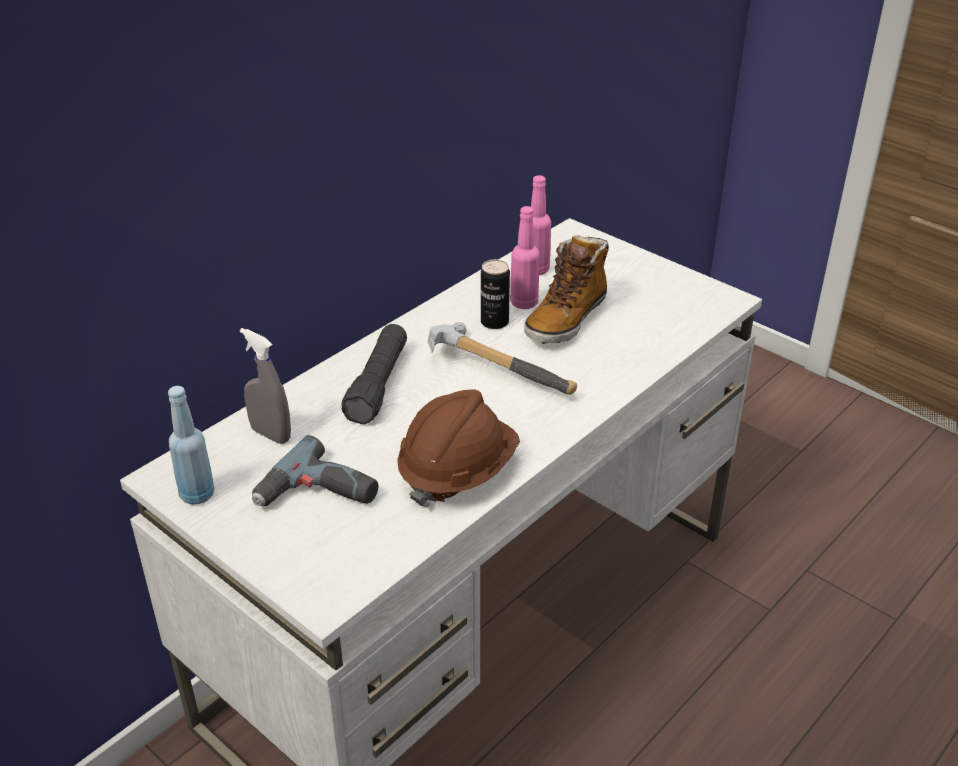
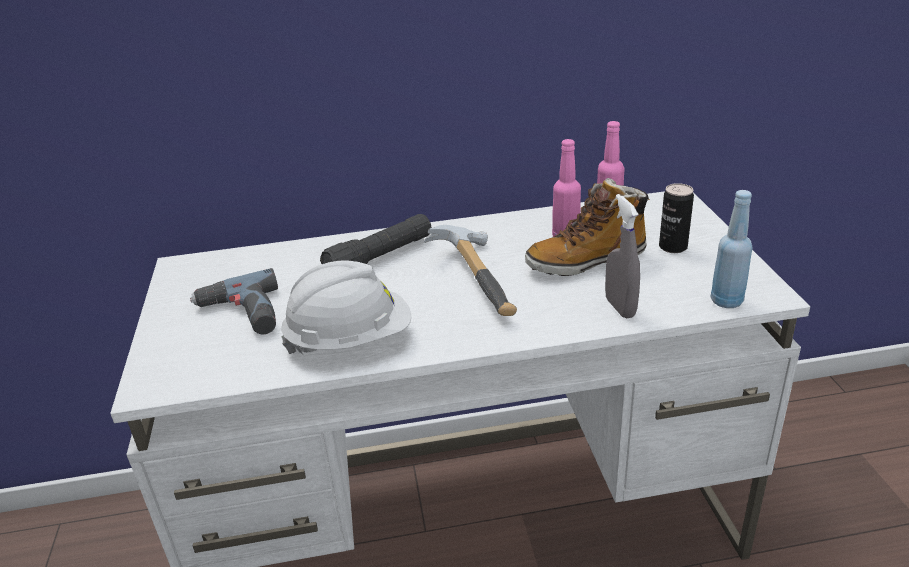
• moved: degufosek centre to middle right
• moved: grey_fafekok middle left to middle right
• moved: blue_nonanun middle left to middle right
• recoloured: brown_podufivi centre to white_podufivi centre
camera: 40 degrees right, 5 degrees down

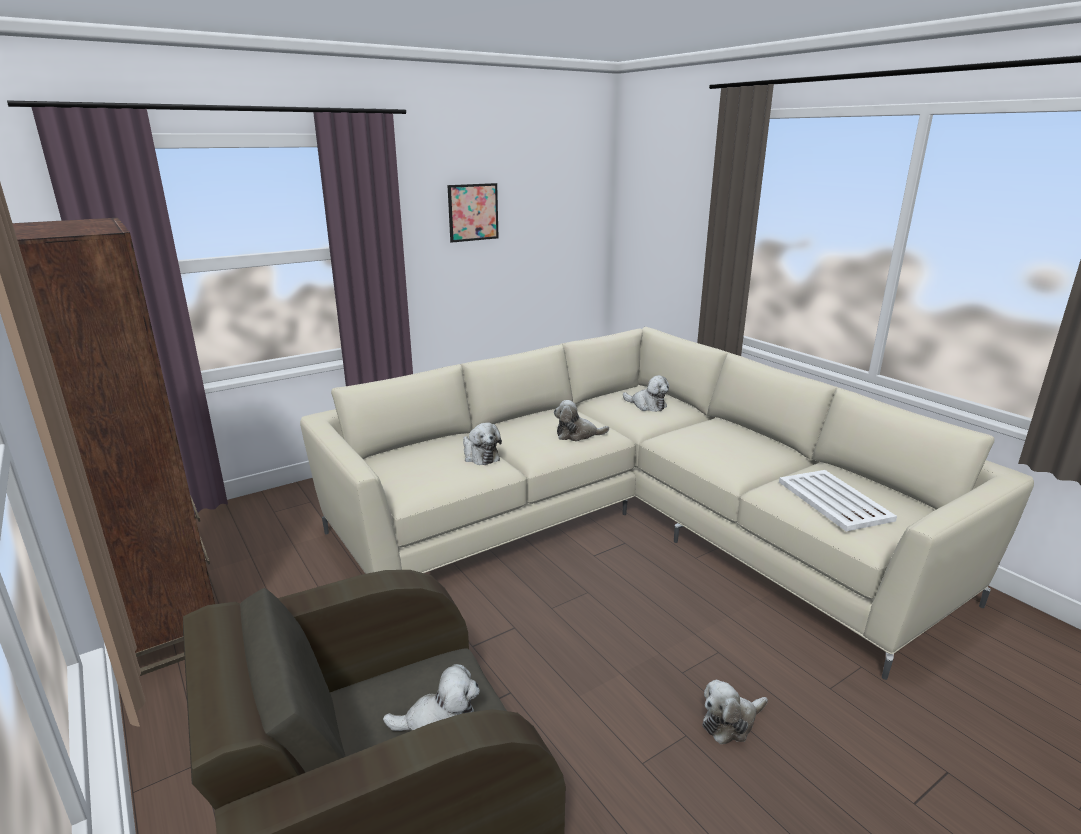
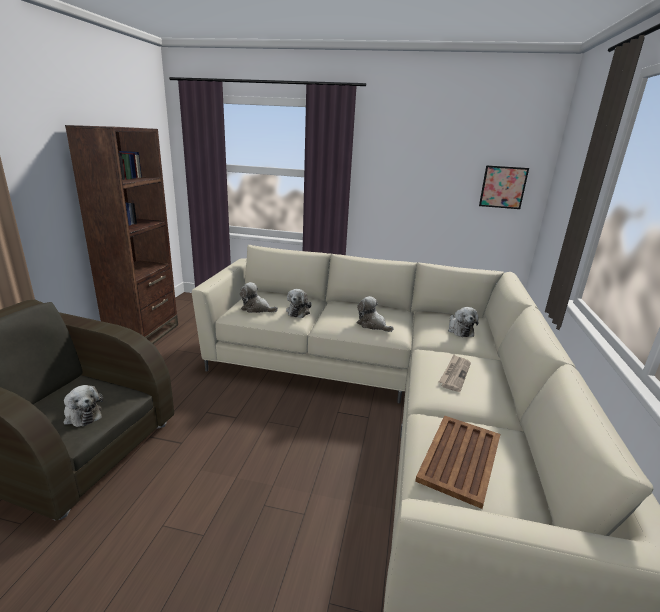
• moved: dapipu top centre to top right
• recoloured: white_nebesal middle right to brown_nebesal bottom right
• moved: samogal (5th from left in the first image) bottom right to samogal (2nd from left) centre
• added: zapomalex middle right
camera: 45 degrees right, 0 degrees up

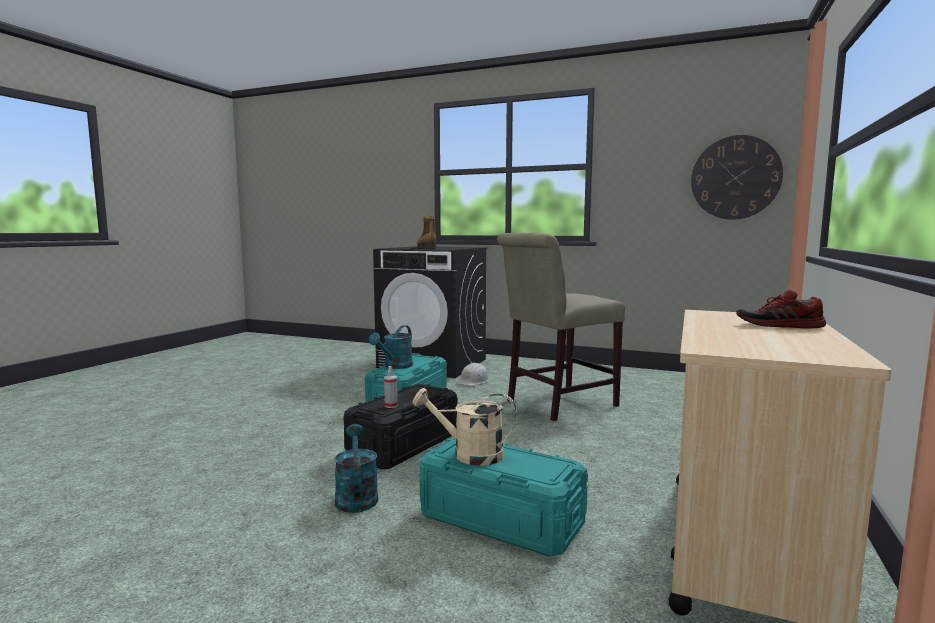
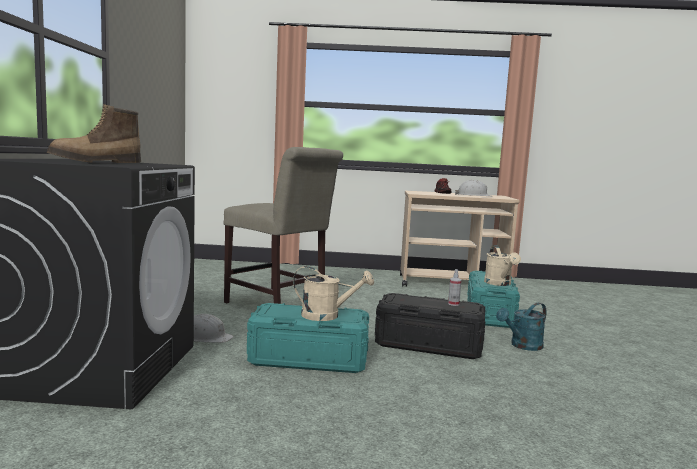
• removed: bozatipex top right
• recoloured: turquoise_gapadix (2nd from left) centre to beige_gapadix (1st from left) centre
• added: white_podufivi (2nd from left) middle right
camera: 110 degrees left, 0 degrees up

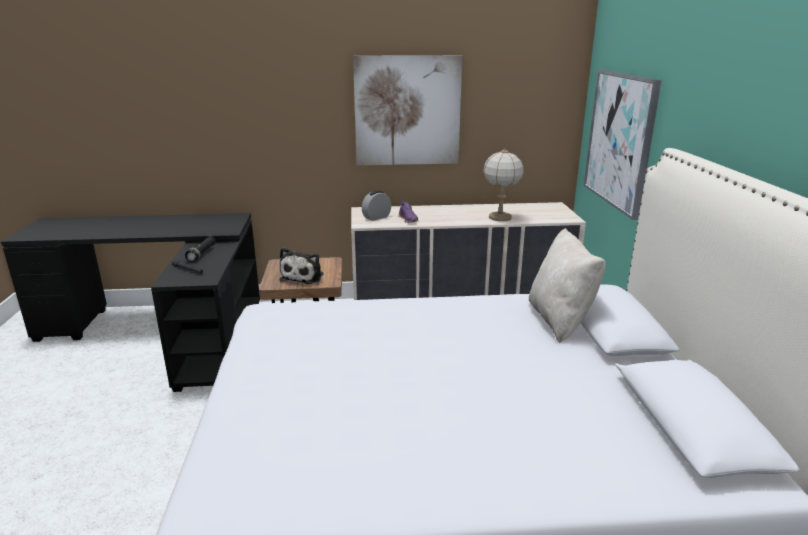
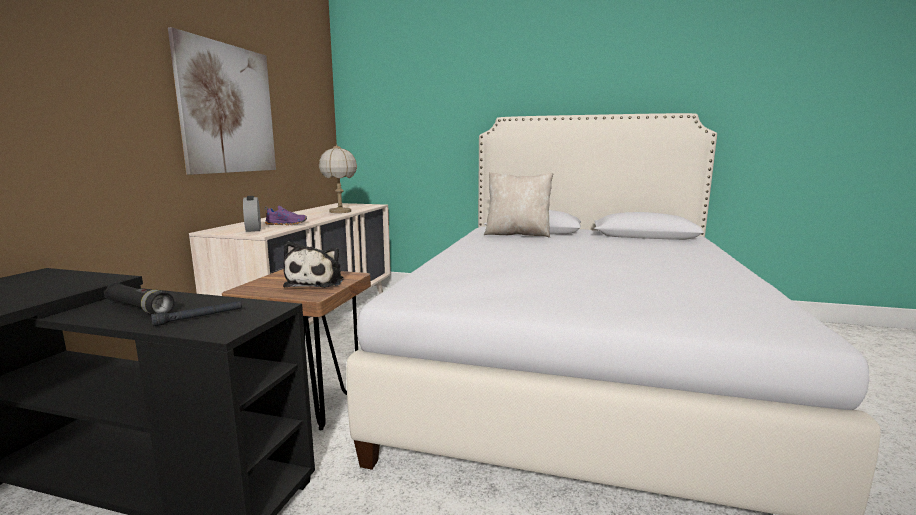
• removed: dapipu (2nd from left) top right
• turned: samogal centre = centre 60 degrees clockwise
camera: 70 degrees left, 10 degrees down

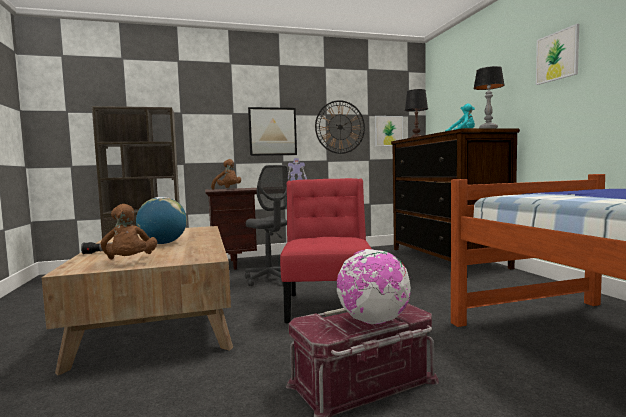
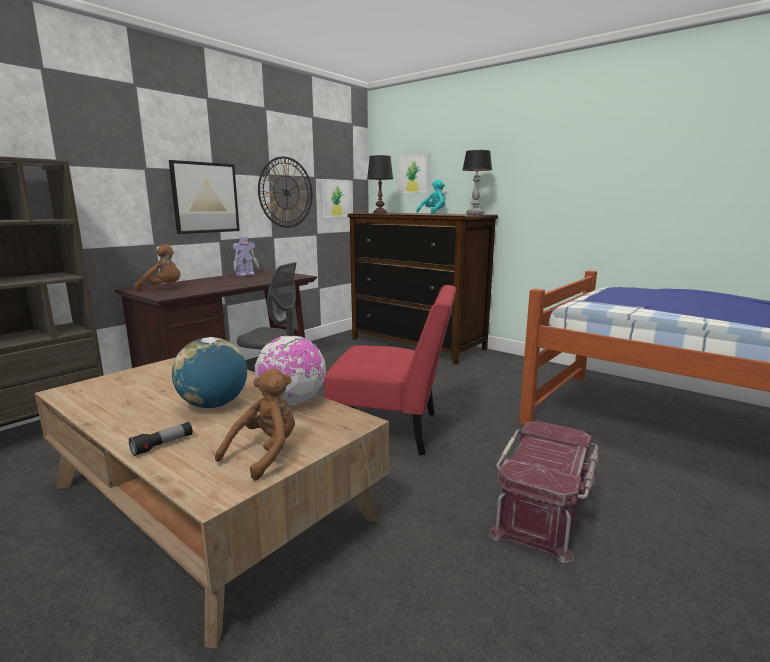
• moved: dapipu (3rd from left) top right to top centre
• turned: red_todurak centre = centre 135 degrees clockwise
• turned: brown_samogal (1st from left in the first image) middle left = middle left 90 degrees counterclockwise
• moved: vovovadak (2nd from left) bottom centre to centre
camera: 35 degrees left, 10 degrees up

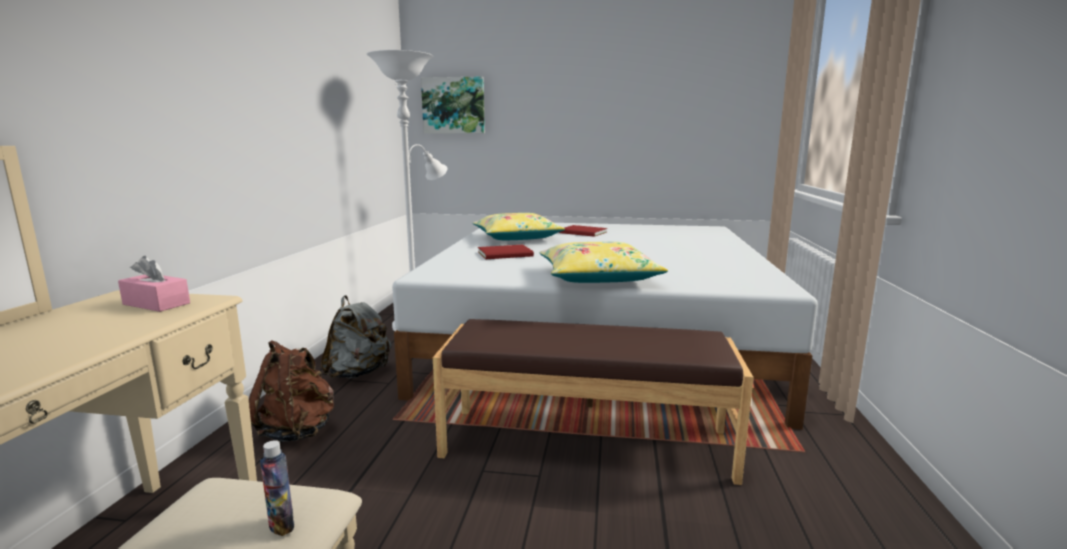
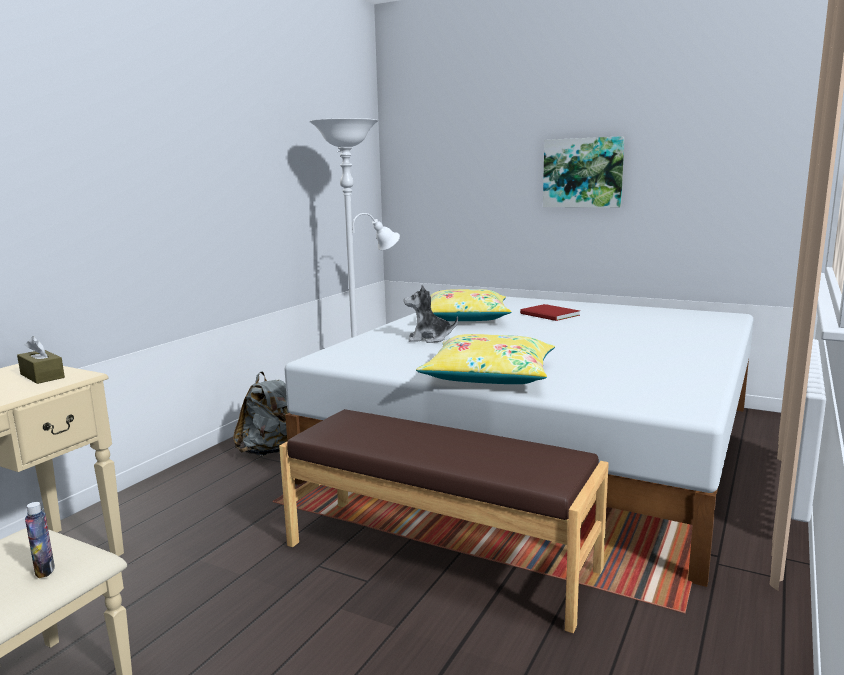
• moved: dapipu top centre to top right
• replaced: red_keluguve (1st from left) centre to samogal centre
• recoloured: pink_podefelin middle left to brown_podefelin middle left
• removed: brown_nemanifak bottom left
camera: 20 degrees right, 0 degrees up

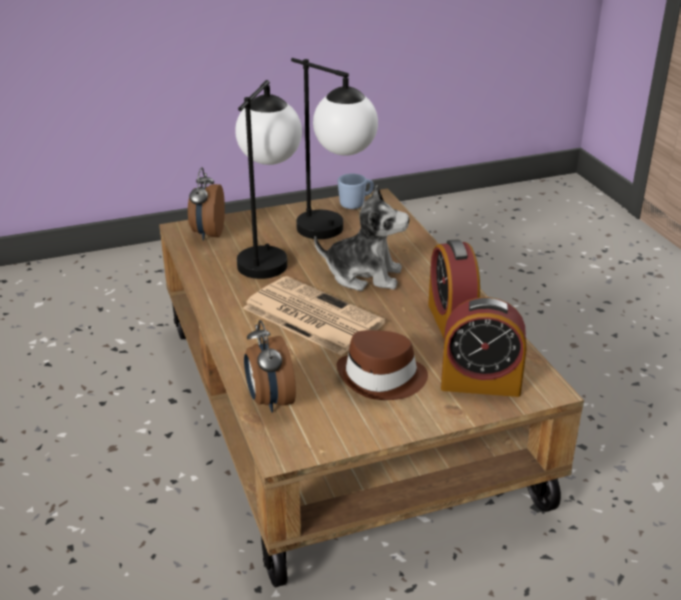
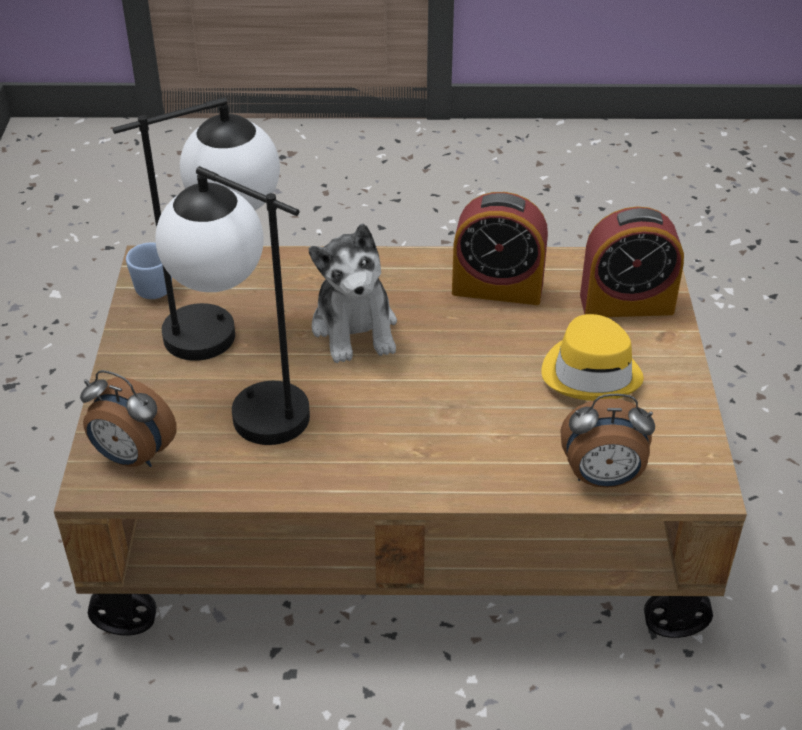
• turned: samogal centre = centre 135 degrees clockwise
• removed: zapomalex centre
• turned: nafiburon (4th from left) middle right = middle right 60 degrees clockwise
• recoloured: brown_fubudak centre to yellow_fubudak middle right
camera: 70 degrees left, 10 degrees up

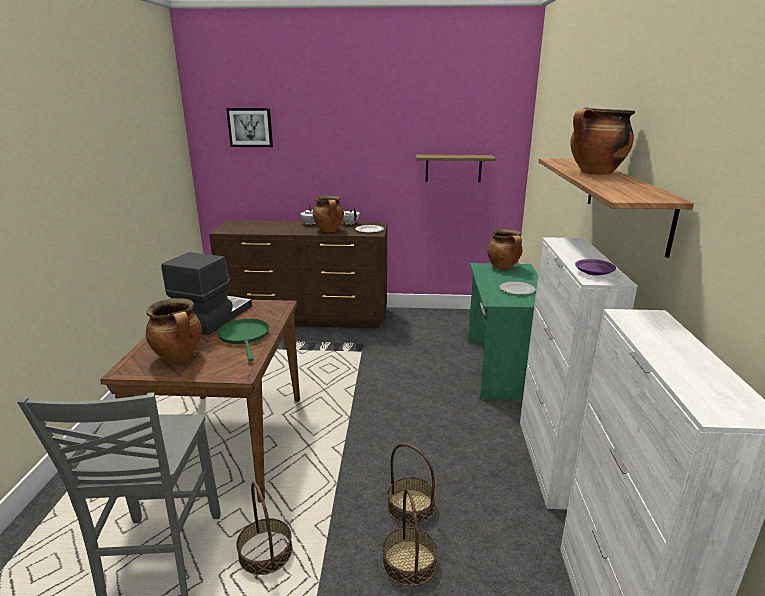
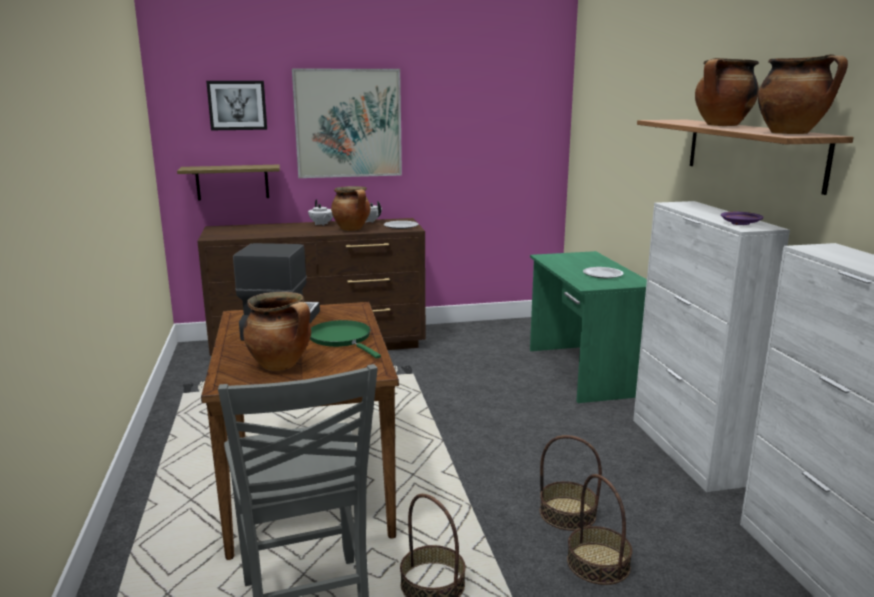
• moved: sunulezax (1st from left) top centre to top left
• moved: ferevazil (3rd from left in the first image) centre to ferevazil (4th from left) top right
• added: dapipu (2nd from left) top centre
camera: 15 degrees left, 5 degrees down

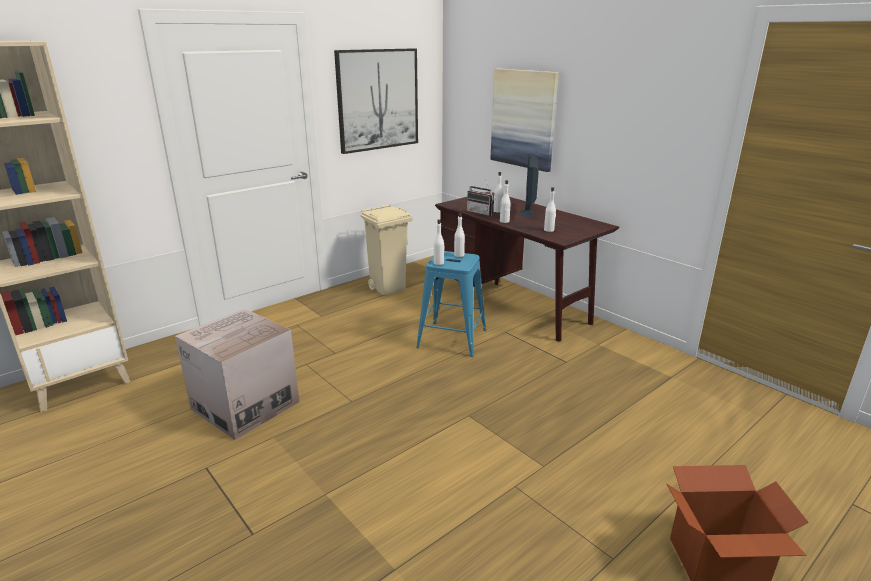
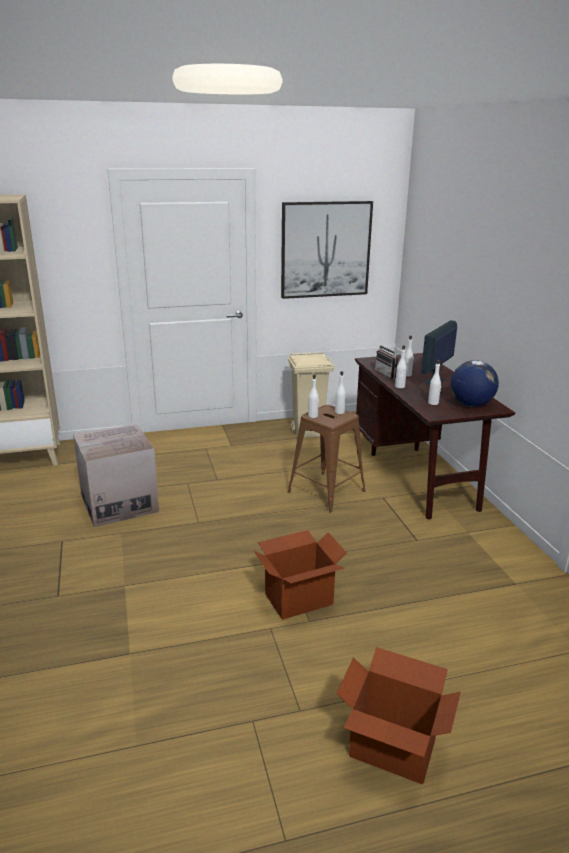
• removed: dapipu (2nd from left) top centre
• recoloured: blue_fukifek centre to brown_fukifek centre
• added: vovovadak middle right
• added: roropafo (2nd from left) bottom centre
camera: 25 degrees right, 0 degrees up

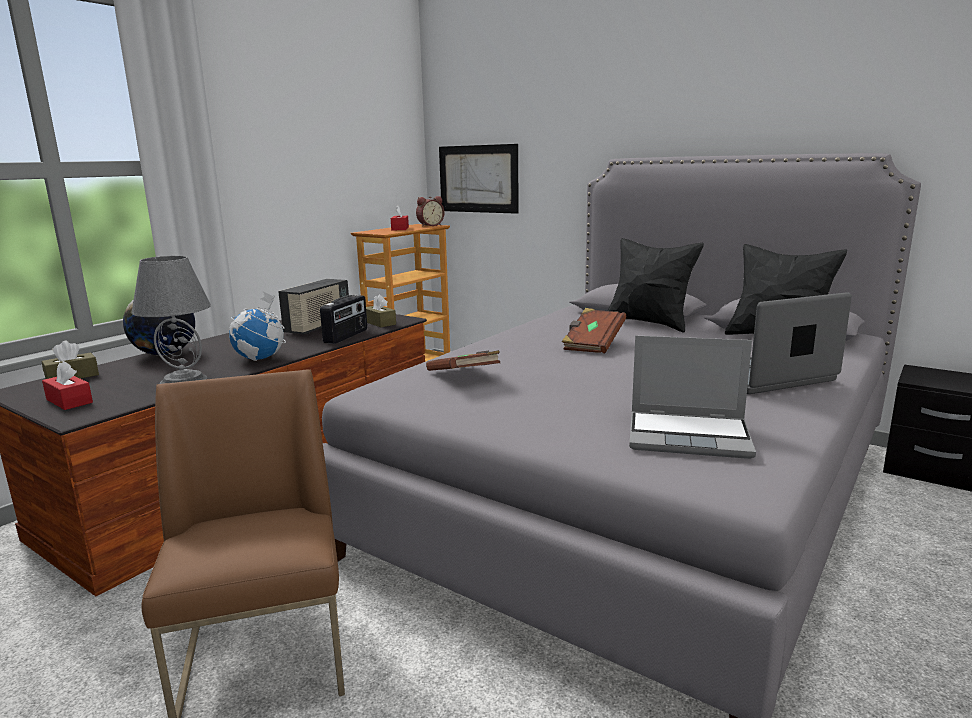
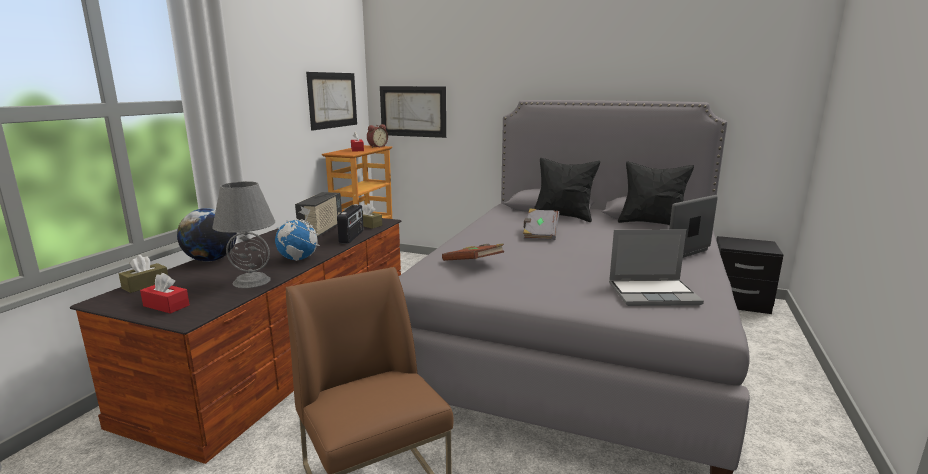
• recoloured: brown_keluguve (2nd from left) centre to grey_keluguve centre
• added: dapipu (1st from left) top centre
camera: 15 degrees left, 0 degrees up

